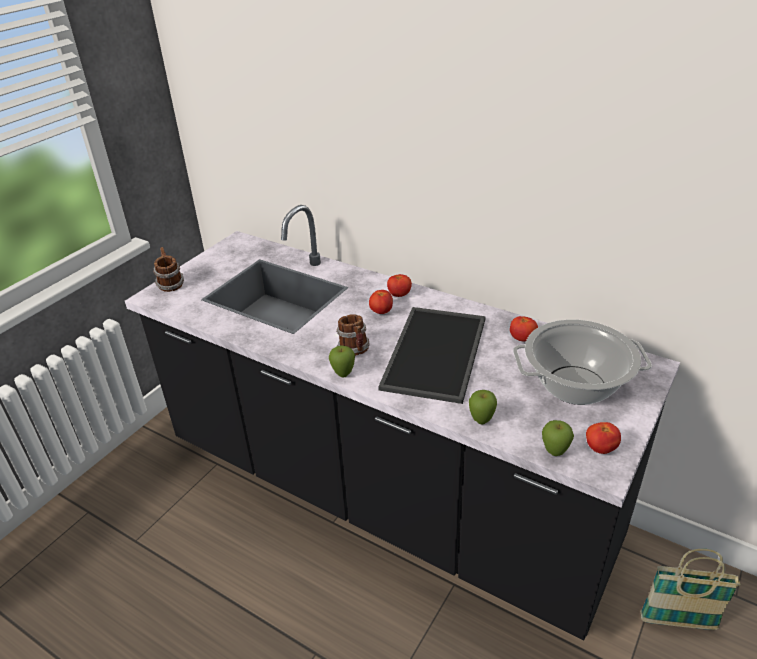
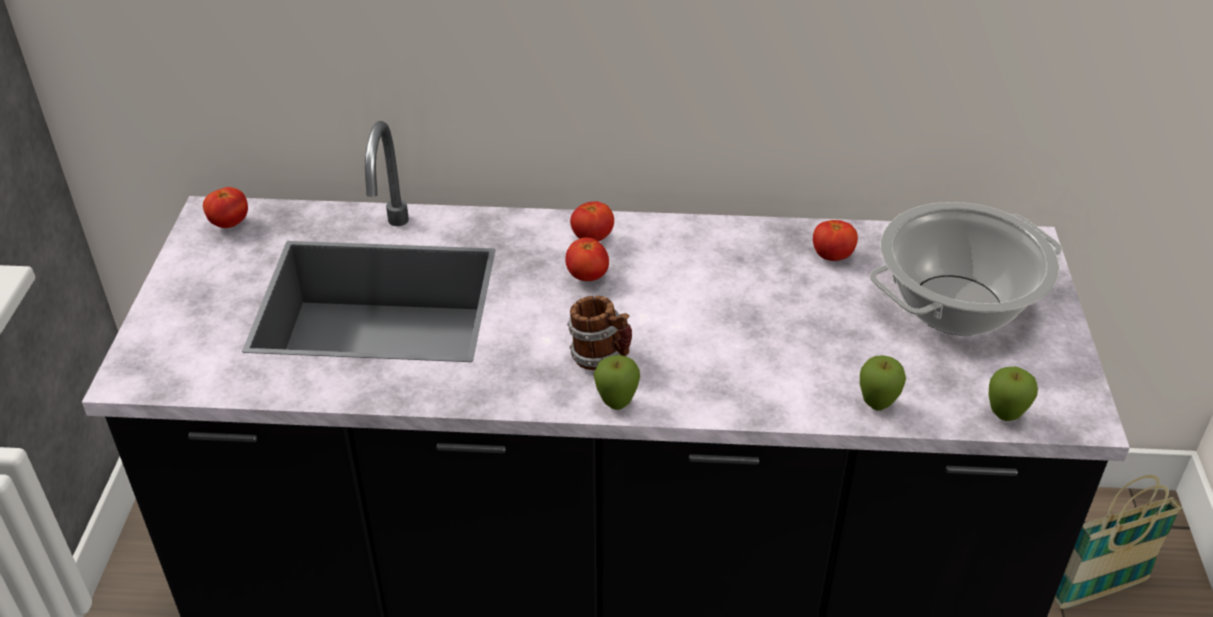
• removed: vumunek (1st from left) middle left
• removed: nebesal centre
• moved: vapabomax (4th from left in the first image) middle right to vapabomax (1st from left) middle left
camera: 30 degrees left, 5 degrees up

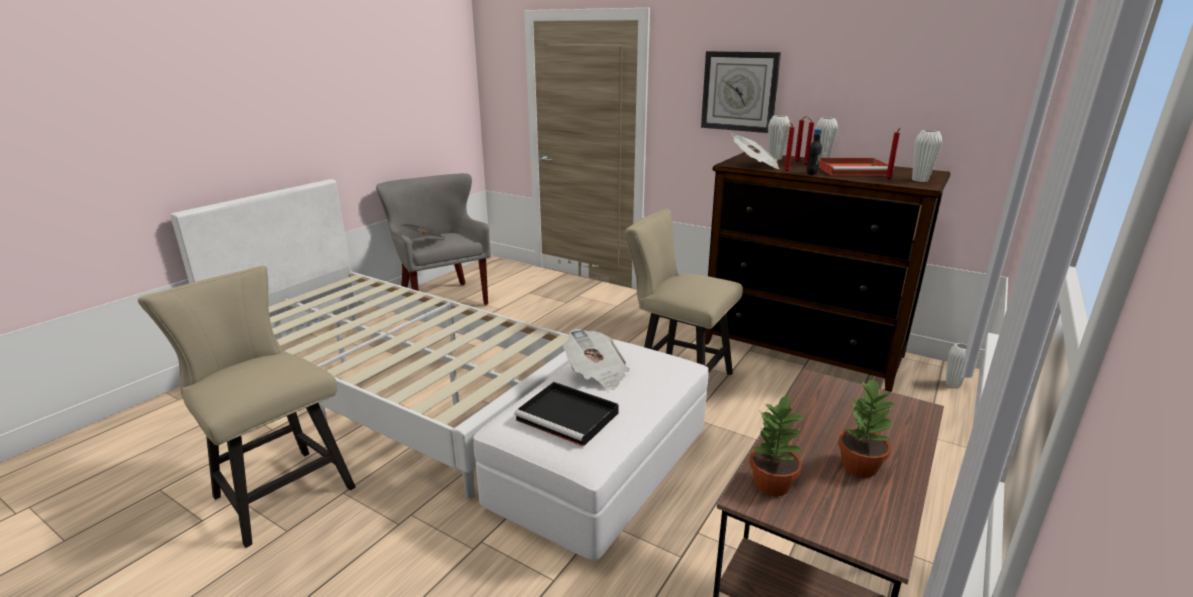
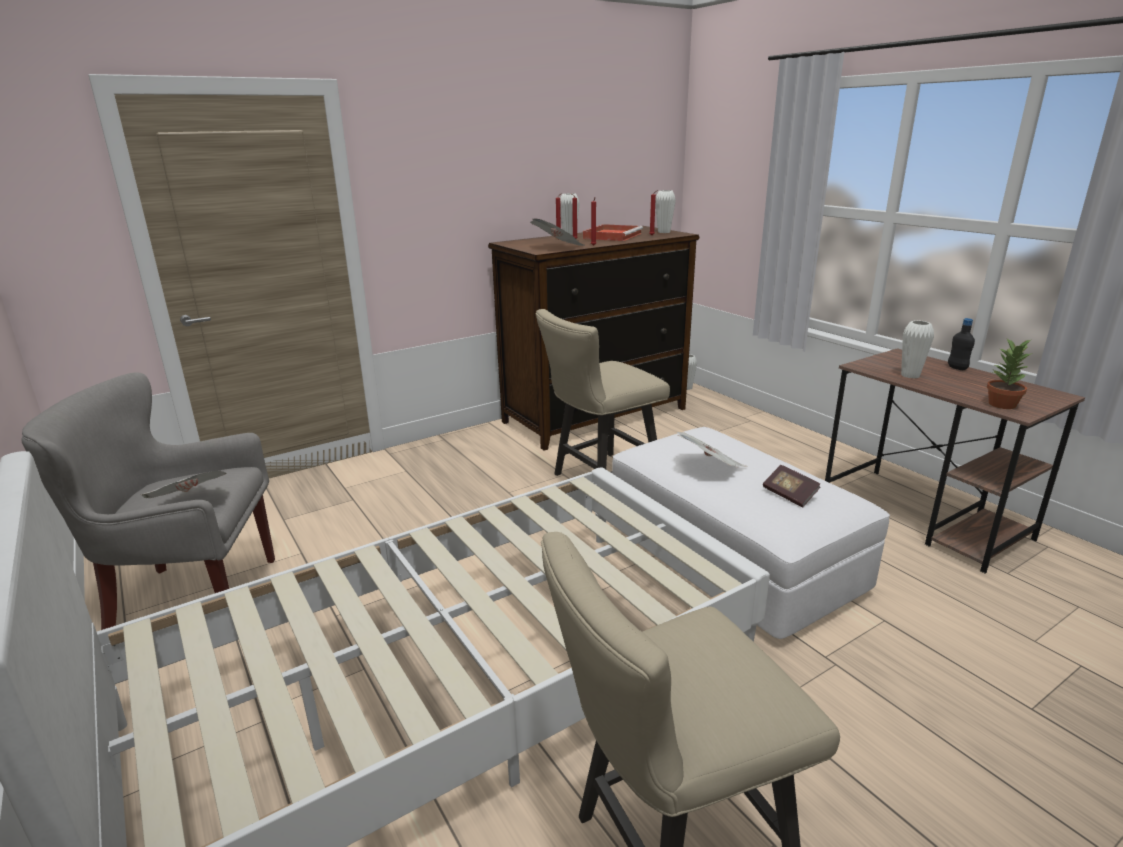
• removed: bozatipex top centre
• moved: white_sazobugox (1st from left in the first image) top centre to white_sazobugox (4th from left) middle right
• moved: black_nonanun top right to middle right
• removed: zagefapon (2nd from left) bottom right
• replaced: black_nebesal bottom centre to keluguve middle right
camera: 65 degrees left, 0 degrees up

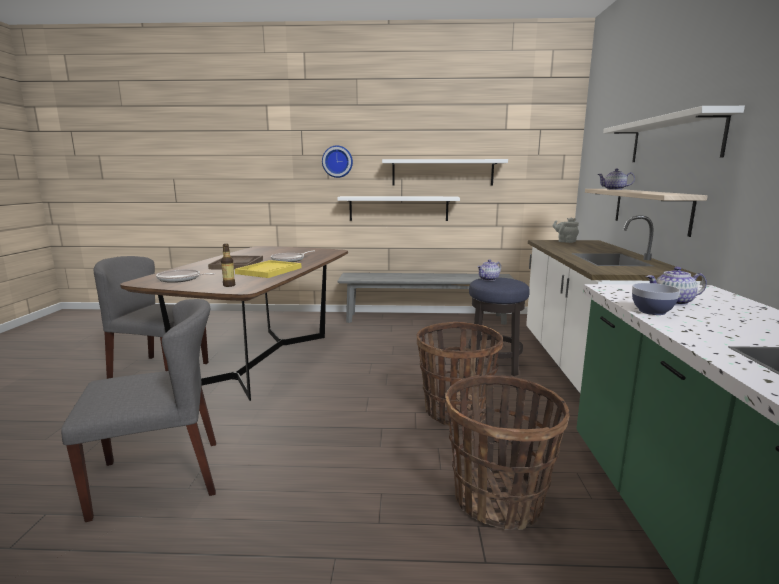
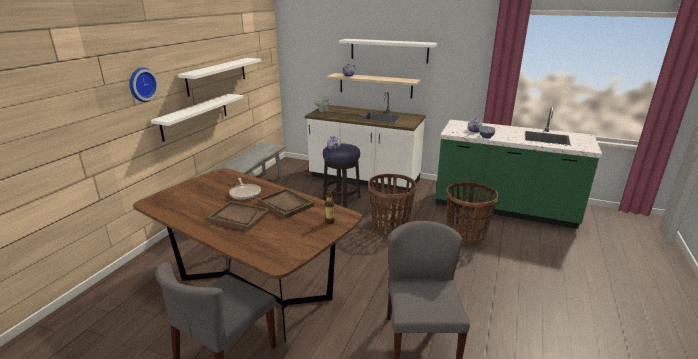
• recoloured: yellow_nebesal centre to brown_nebesal (2nd from left) centre
• removed: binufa (1st from left) middle left
camera: 70 degrees left, 10 degrees up

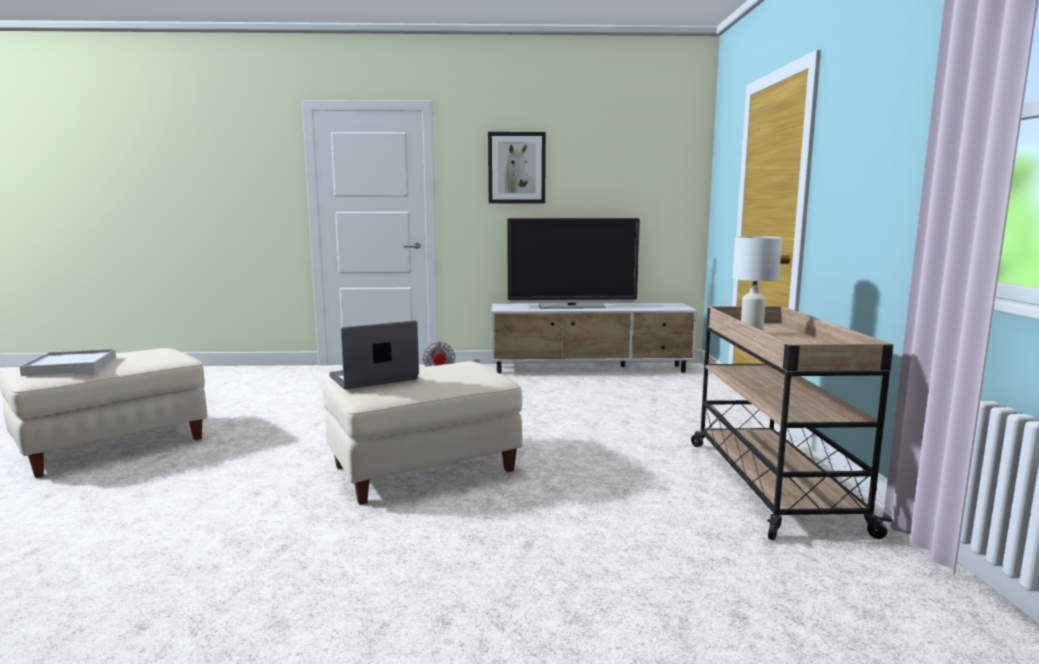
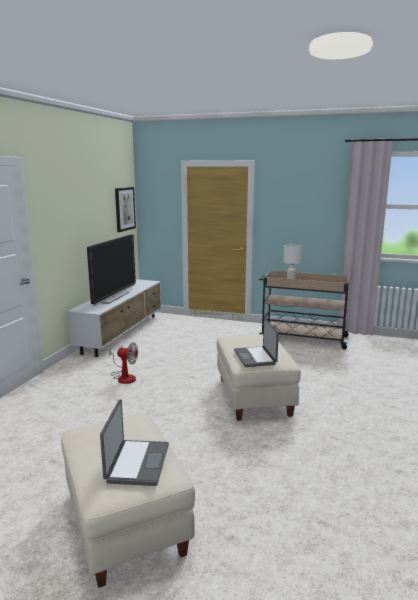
• moved: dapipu top centre to middle left
• replaced: white_nebesal middle left to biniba (1st from left) bottom left
camera: 70 degrees left, 5 degrees up

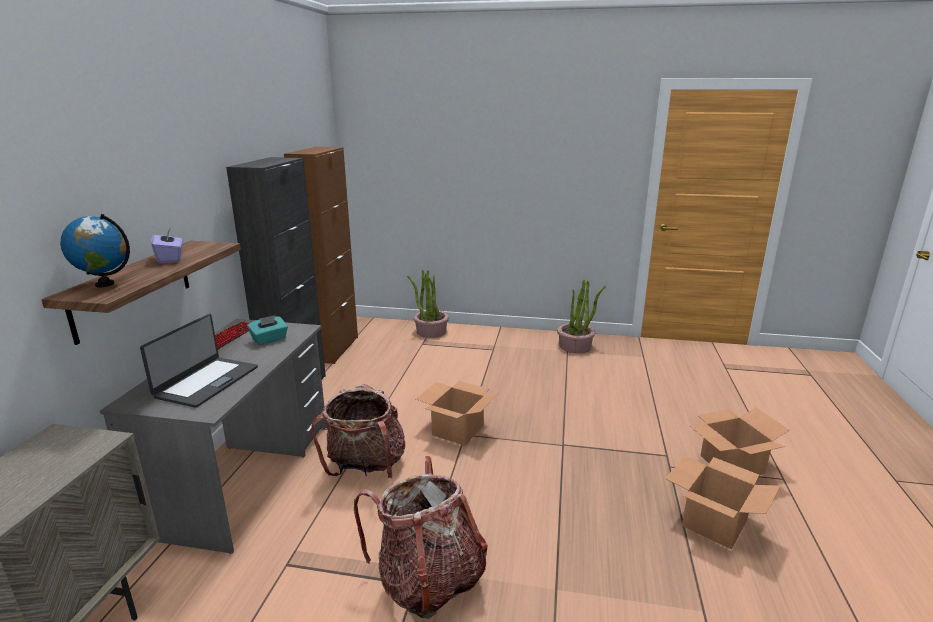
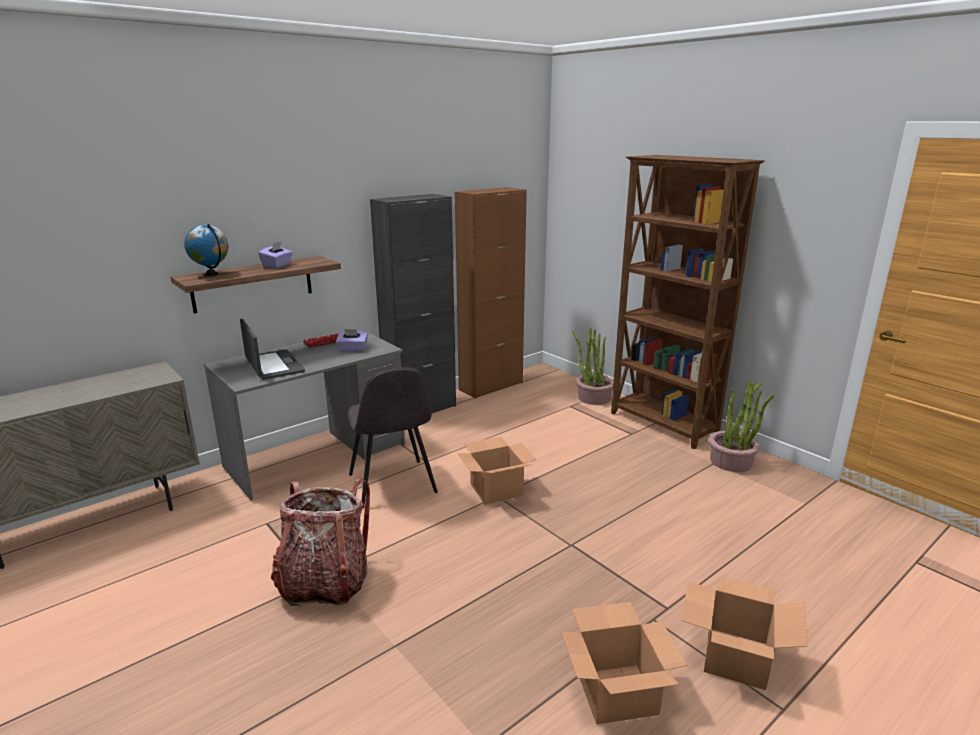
• turned: biniba middle left = middle left 90 degrees counterclockwise
• recoloured: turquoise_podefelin middle left to purple_podefelin (2nd from left) centre
• replaced: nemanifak (1st from left) bottom centre to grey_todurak centre
• added: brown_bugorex middle right
camera: 40 degrees right, 0 degrees up

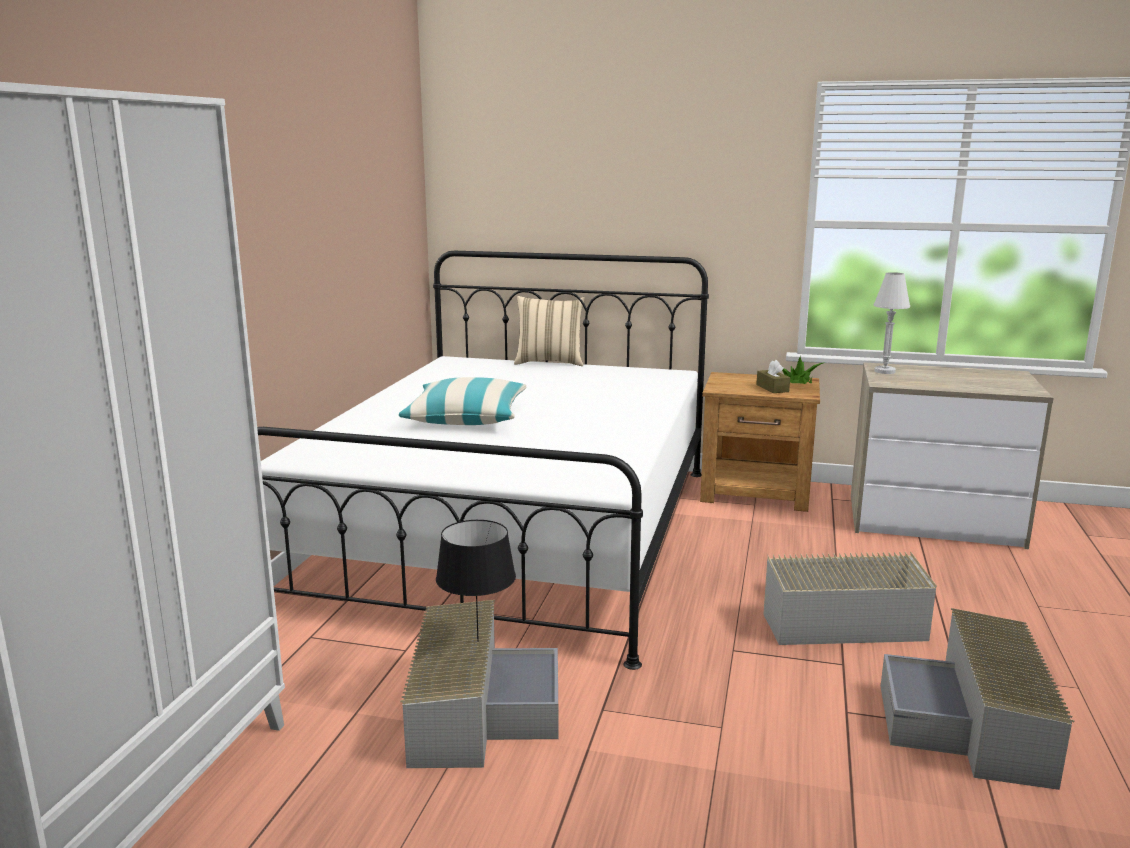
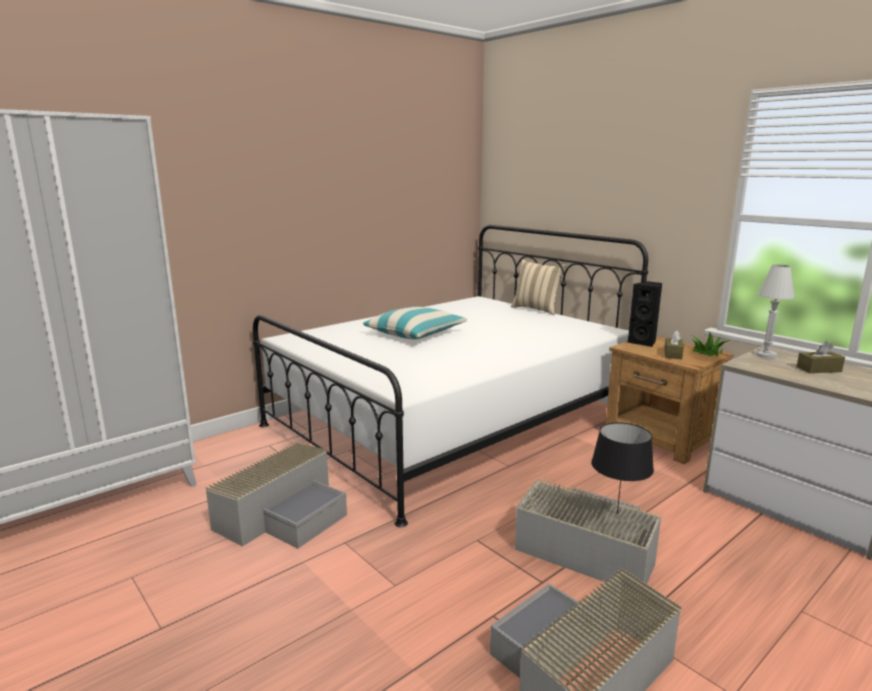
• moved: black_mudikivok bottom centre to bottom right
• added: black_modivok middle right
• added: brown_podefelin (2nd from left) middle right
camera: 35 degrees right, 0 degrees up

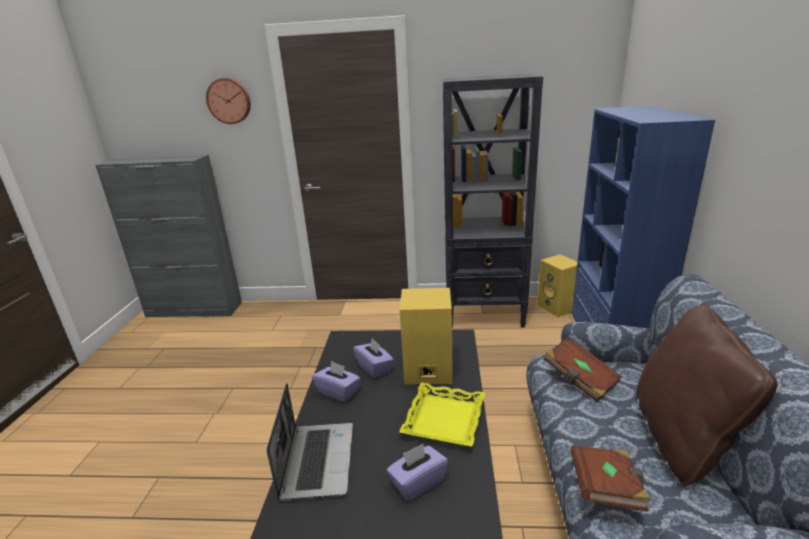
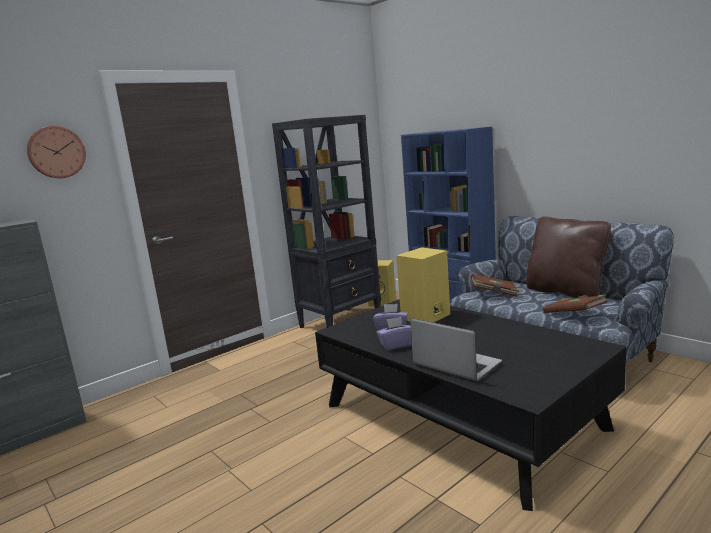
• removed: yellow_nebesal bottom centre
• removed: purple_podefelin (3rd from left) bottom centre
camera: 45 degrees left, 10 degrees down

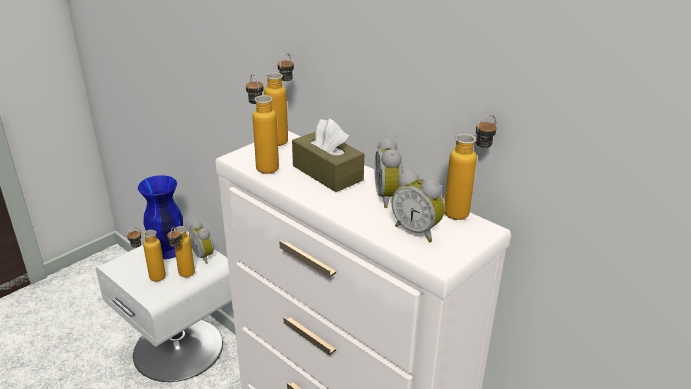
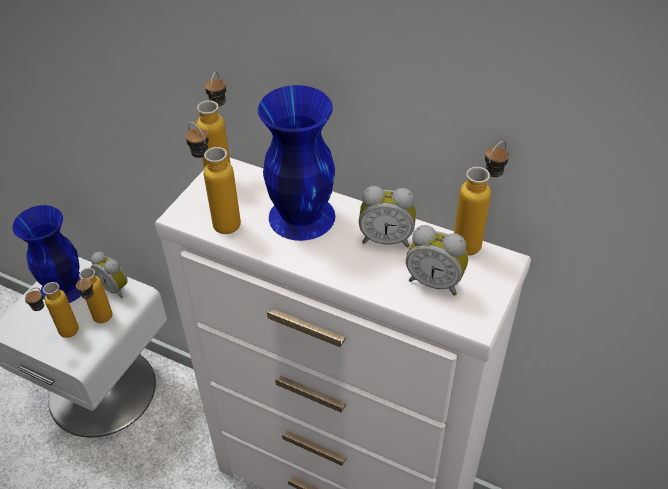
• replaced: brown_podefelin centre to blue_sazobugox (2nd from left) centre
• turned: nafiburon (2nd from left) centre = centre 60 degrees counterclockwise
camera: 15 degrees left, 15 degrees up

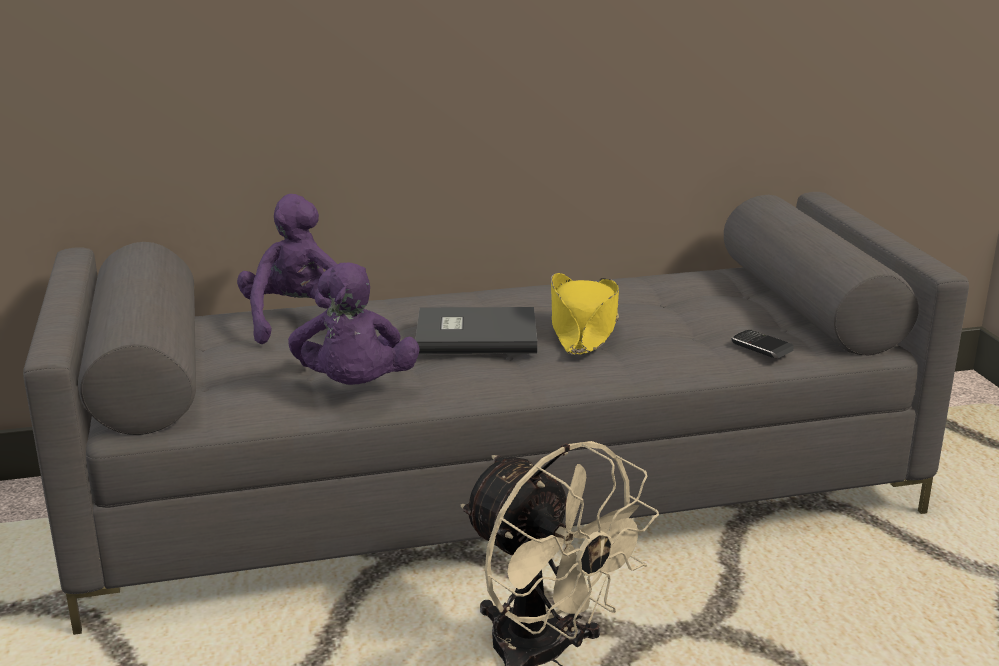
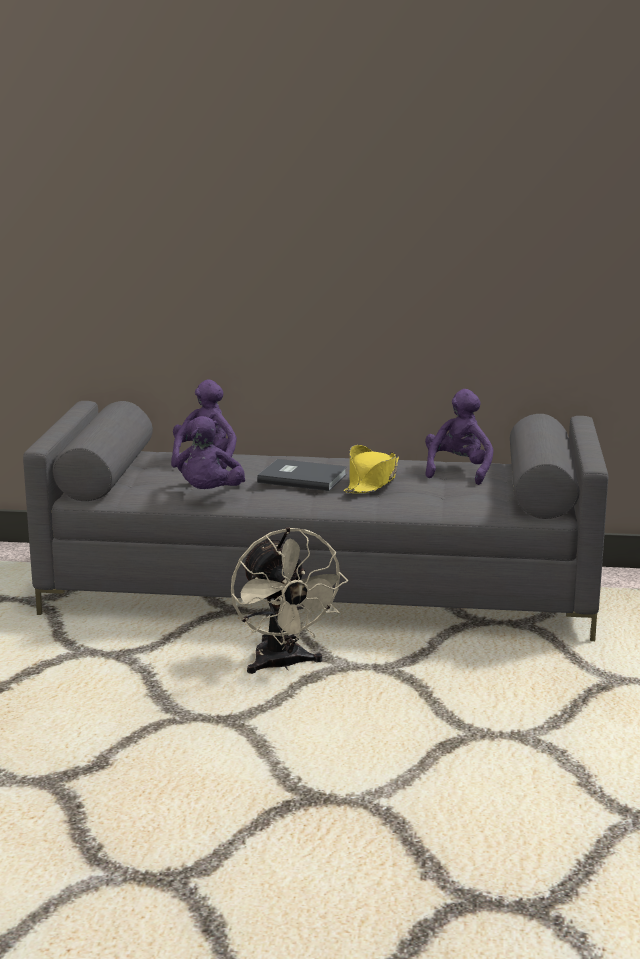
• removed: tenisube middle right
• added: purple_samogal (3rd from left) middle right
camera: 20 degrees right, 5 degrees down

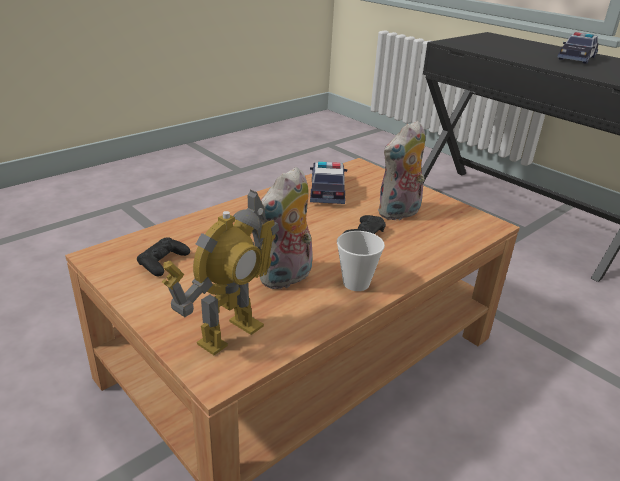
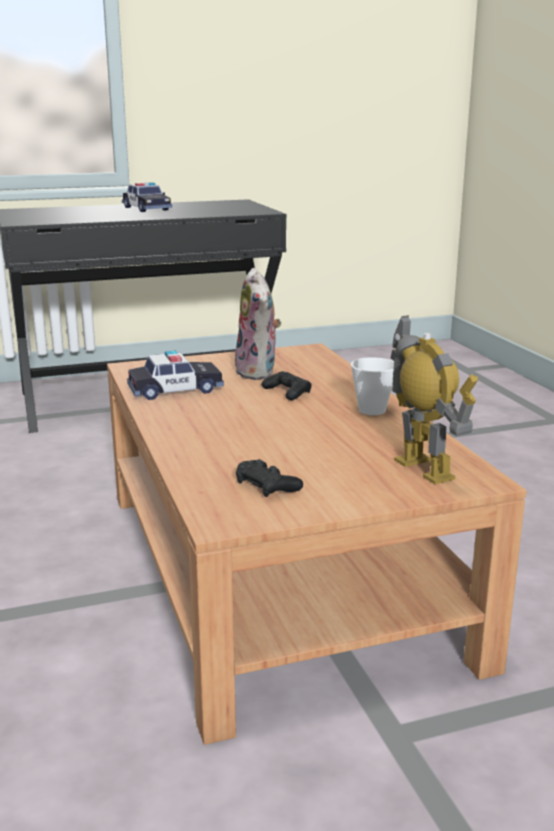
• turned: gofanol (1st from left in the first image) centre = middle left 135 degrees clockwise
• removed: samogal (1st from left) centre
camera: 65 degrees left, 10 degrees down

